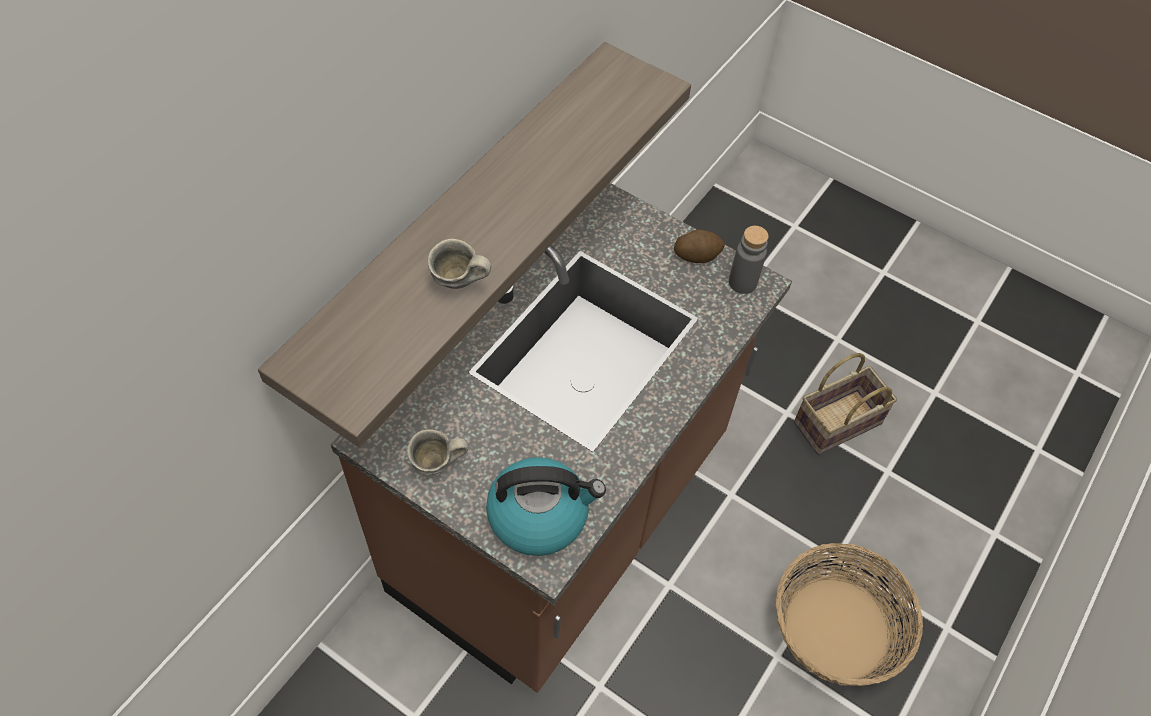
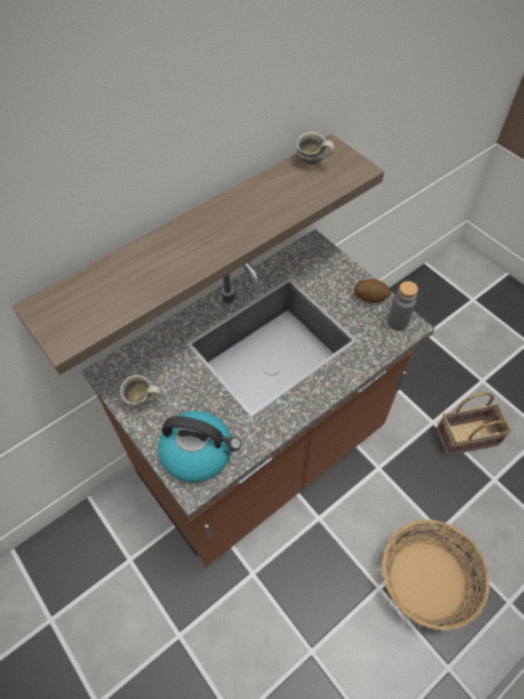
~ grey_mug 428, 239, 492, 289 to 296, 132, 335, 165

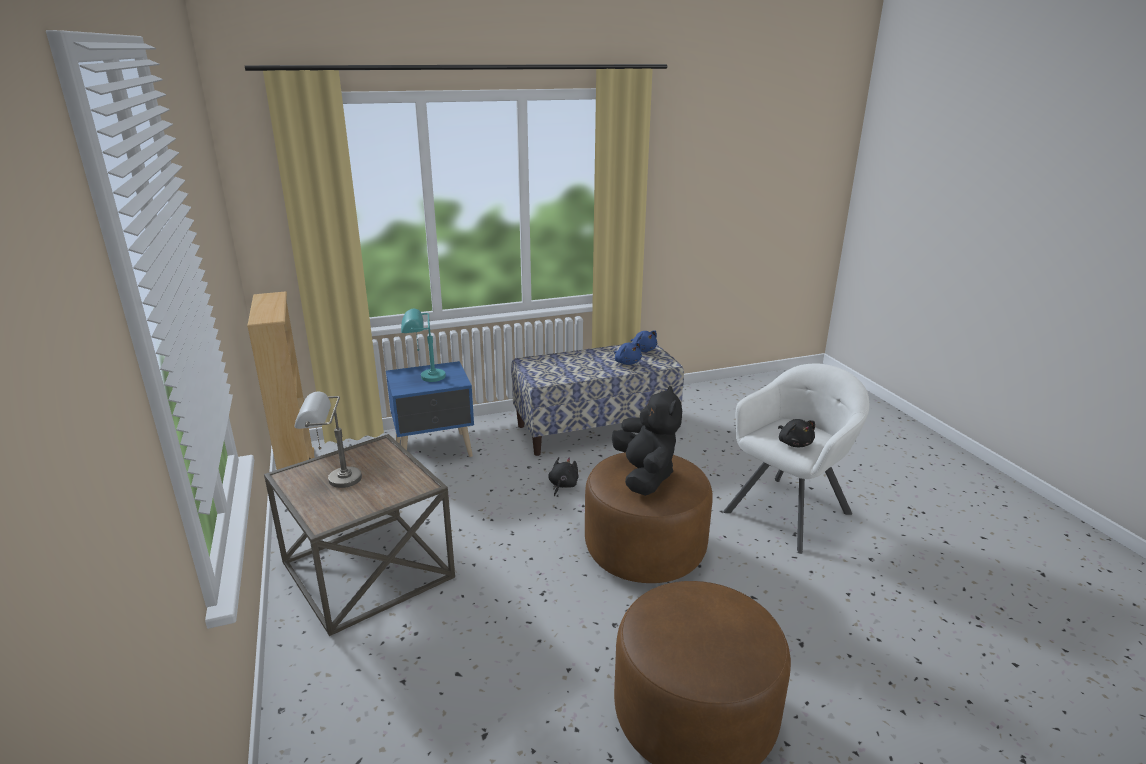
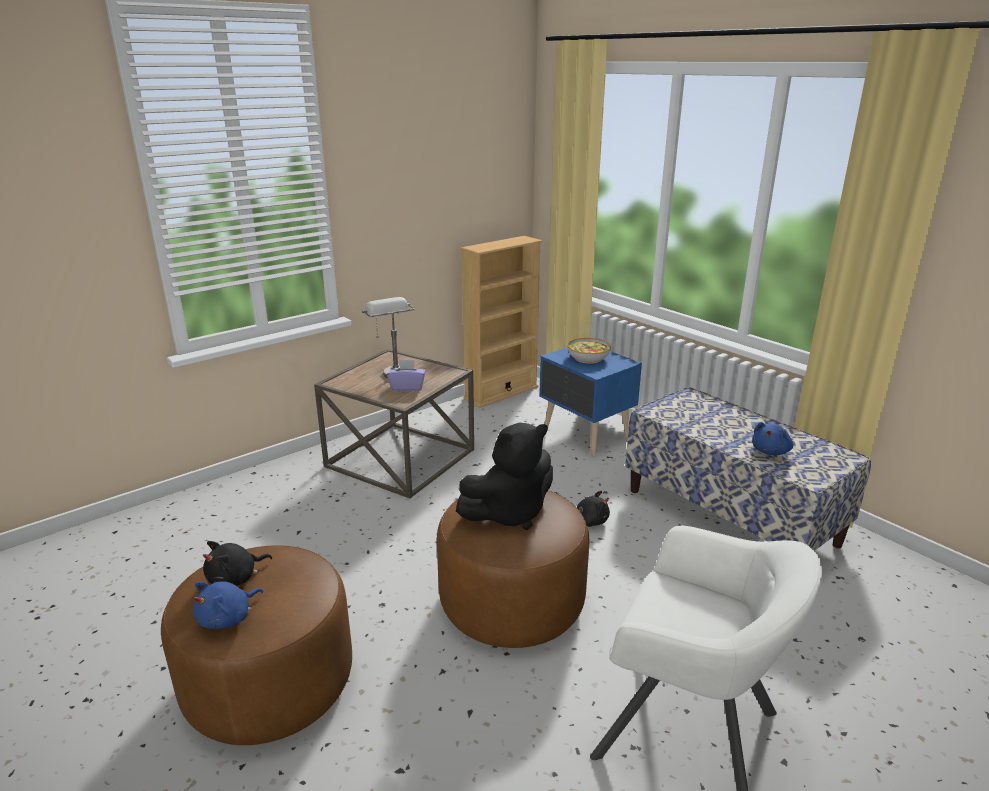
~ turquoise_table_lamp 401, 309, 446, 382 to bowl 567, 338, 611, 363
~ blue_plush_toy 631, 331, 657, 352 to 193, 581, 263, 629
~ black_plush_toy 778, 419, 815, 447 to 203, 541, 272, 586
+ purple_tissue_box 387, 360, 426, 391

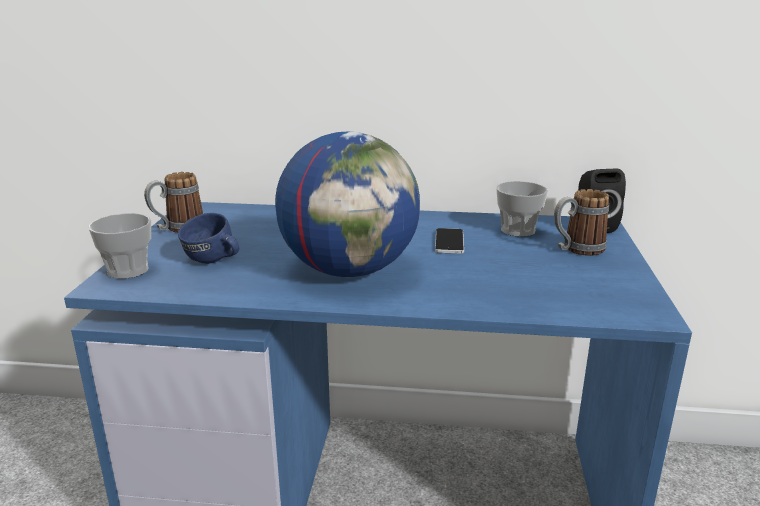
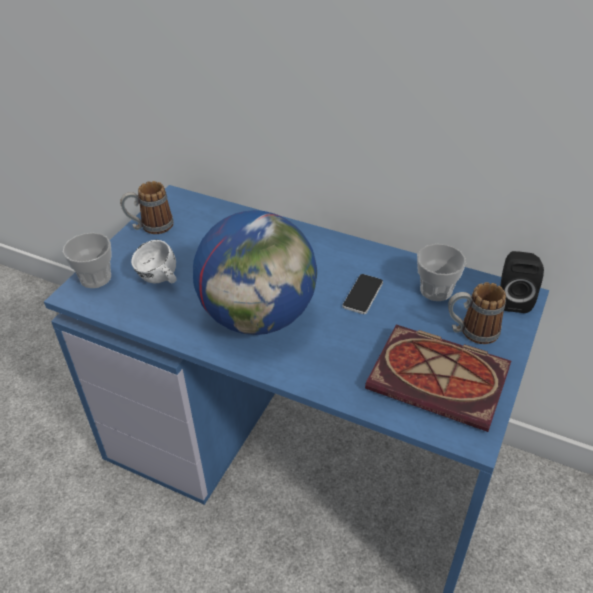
~ blue_mug 178, 213, 239, 264 to white_mug 131, 240, 177, 284
+ book 365, 324, 511, 432

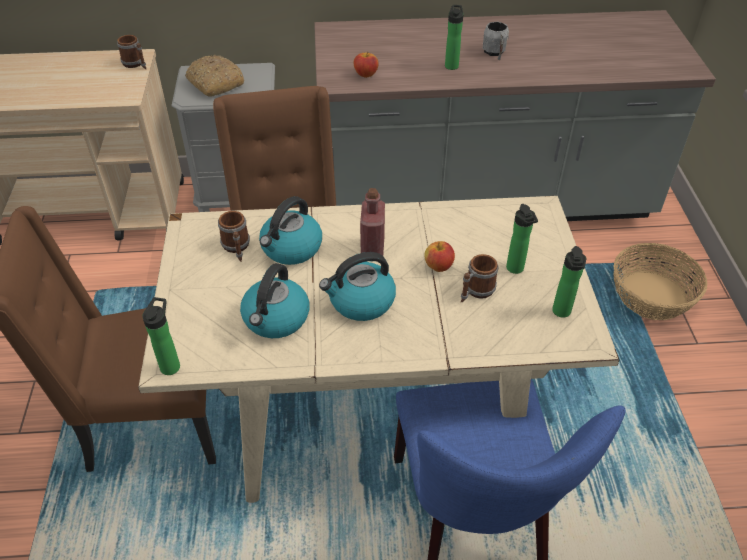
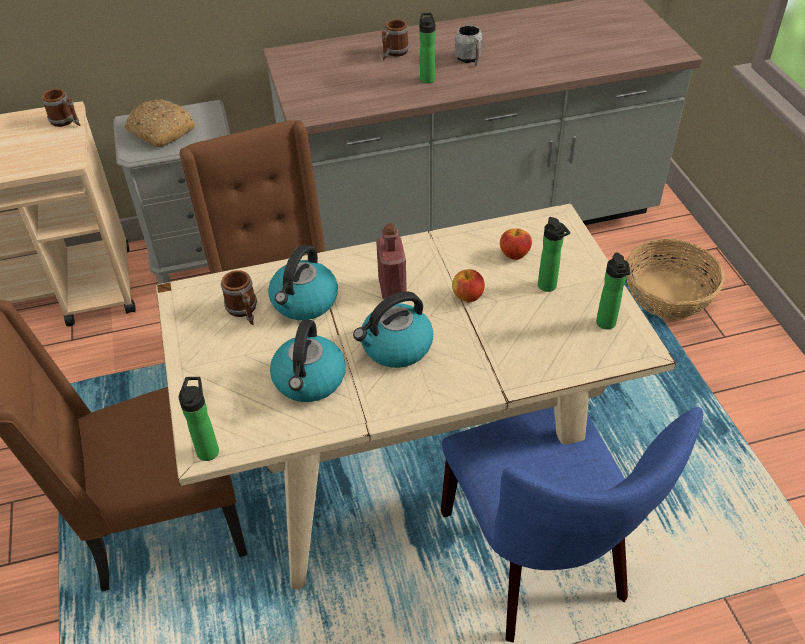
~ apple 354, 52, 379, 78 to 500, 228, 532, 260
~ mug 461, 254, 498, 302 to 382, 19, 409, 60

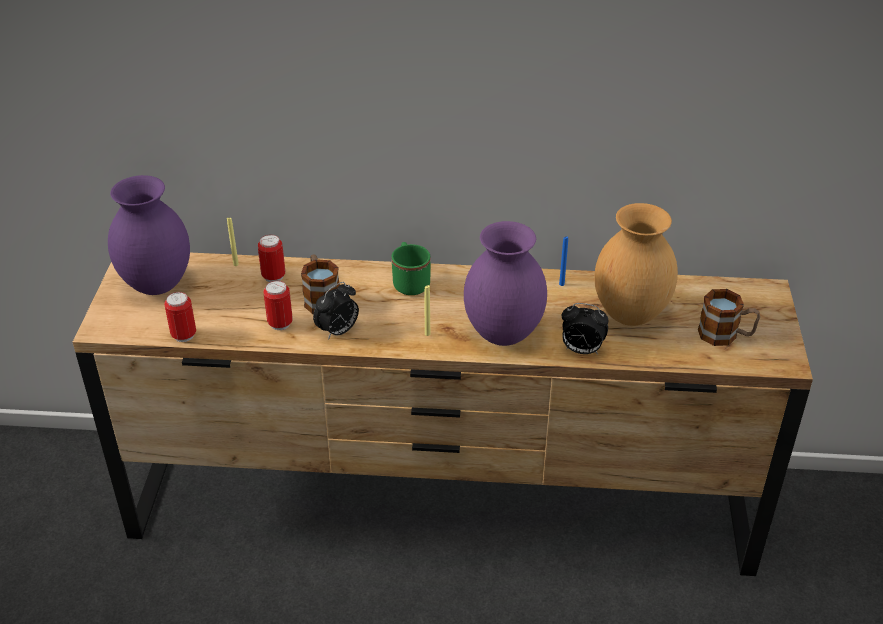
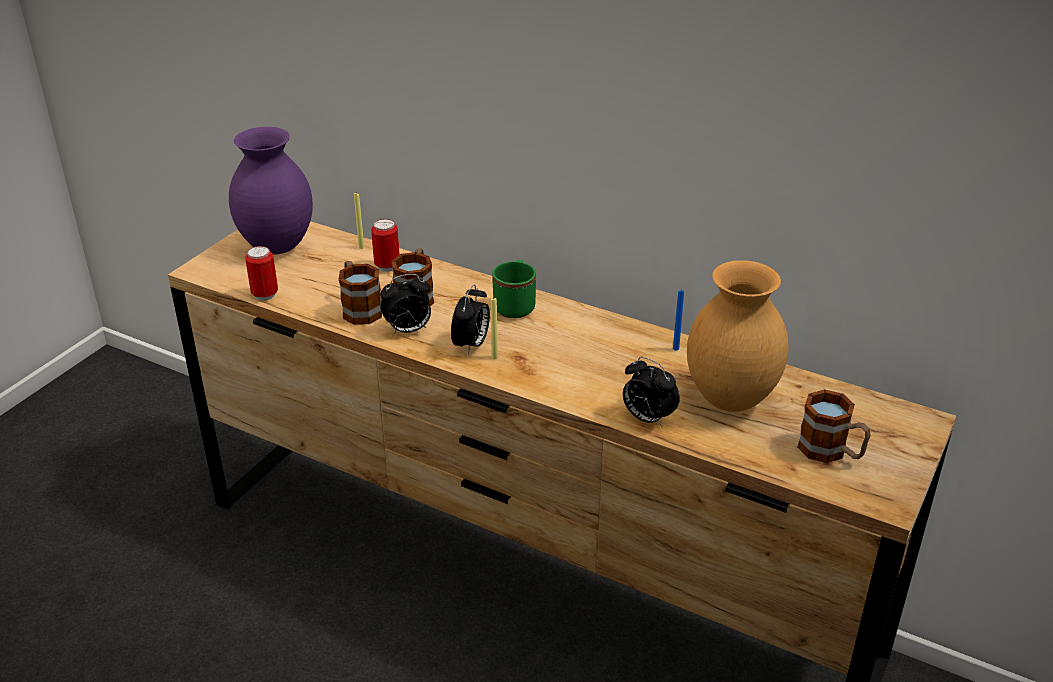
~ can 263, 280, 293, 330 to mug 339, 261, 382, 325
- purple_vase 464, 221, 547, 346
+ alarm_clock 451, 284, 490, 354

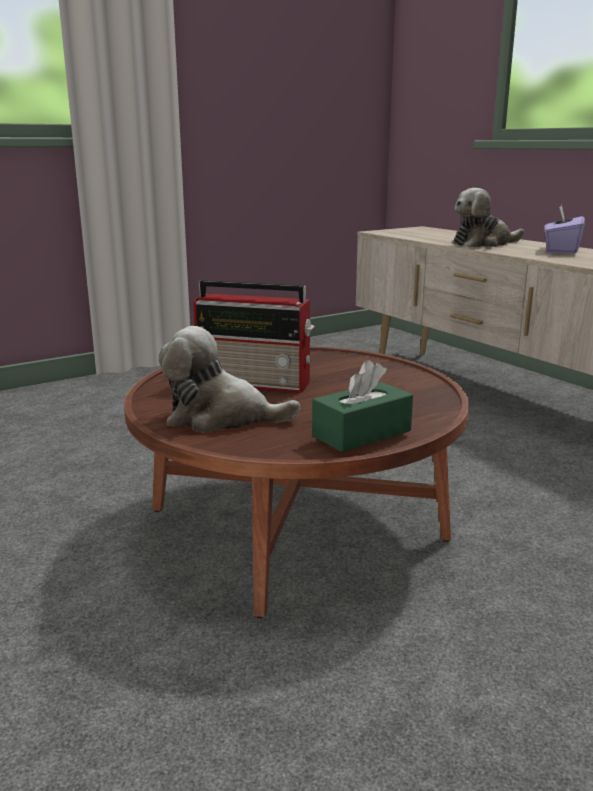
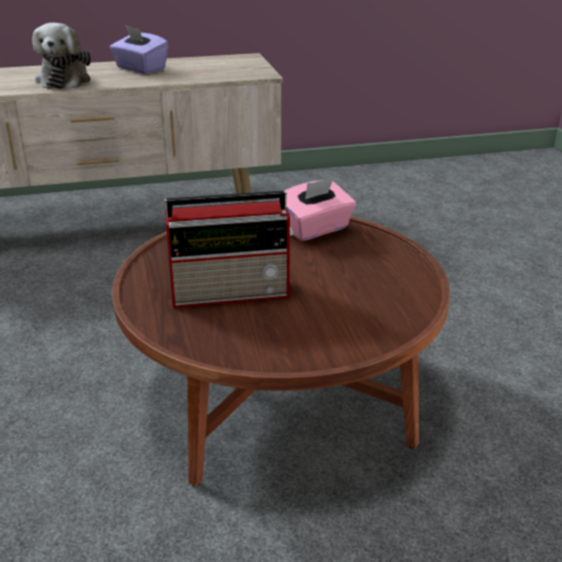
- plush_toy 159, 326, 300, 432
~ radio 193, 280, 315, 393 = 165, 191, 294, 308 45 degrees clockwise
- green_tissue_box 312, 360, 413, 452
+ pink_tissue_box 275, 178, 356, 241

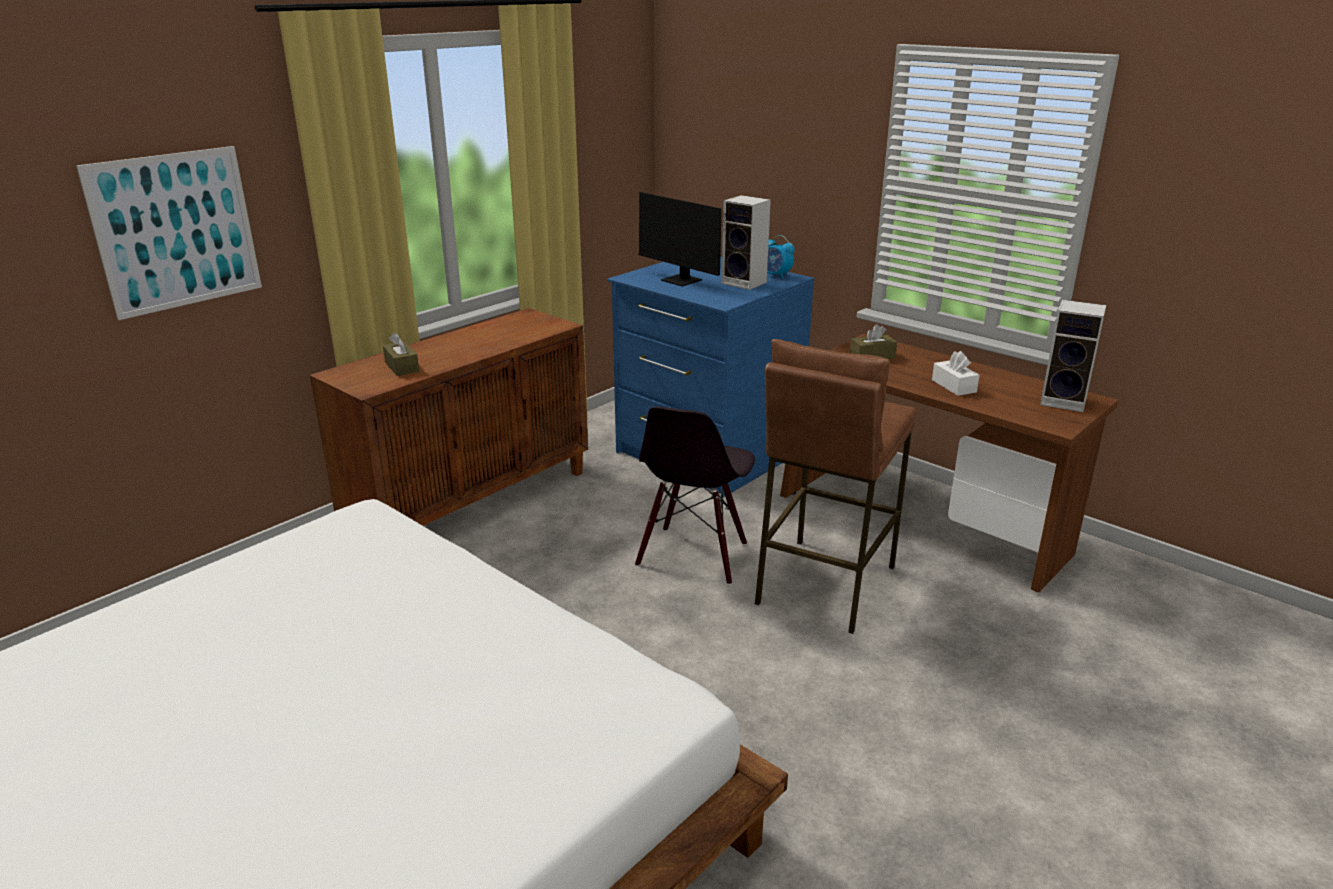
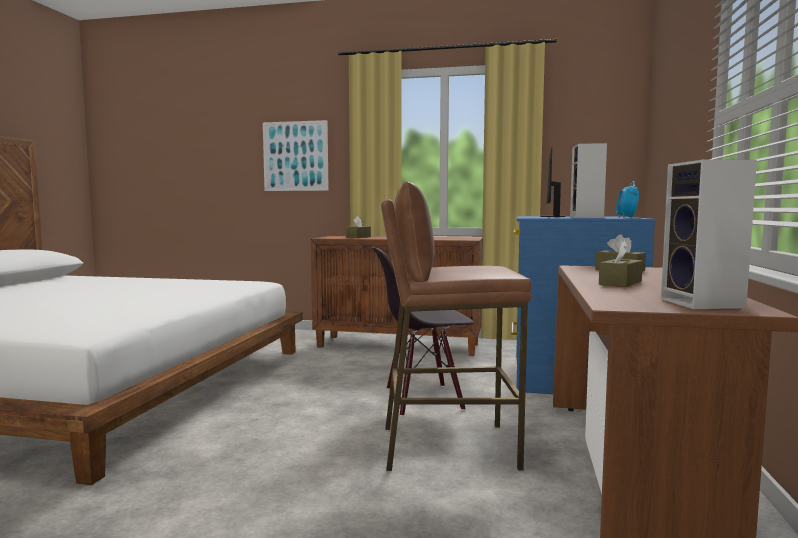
~ white_tissue_box 932, 351, 980, 396 to brown_tissue_box 599, 240, 643, 287

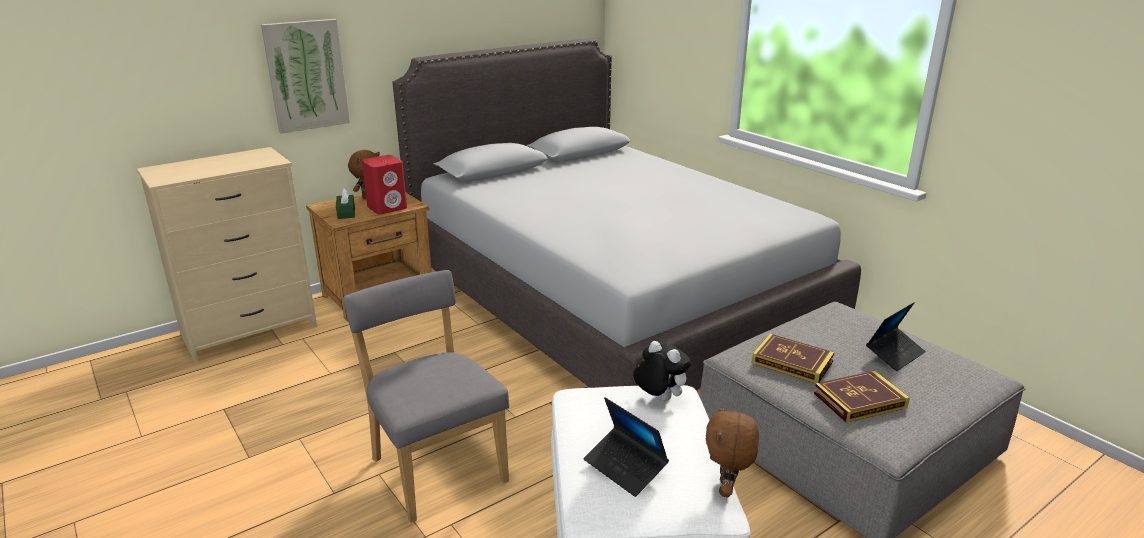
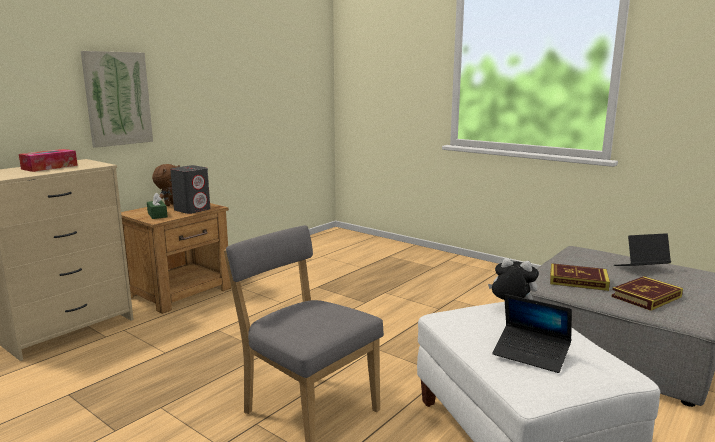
~ red_speaker 362, 155, 407, 214 to grey_speaker 170, 165, 210, 214
- grey_bed 393, 38, 861, 390
- brown_plush_toy 706, 405, 759, 497
~ laptop 866, 302, 926, 371 = 614, 233, 671, 266 135 degrees counterclockwise
+ tissue_box 19, 149, 78, 172

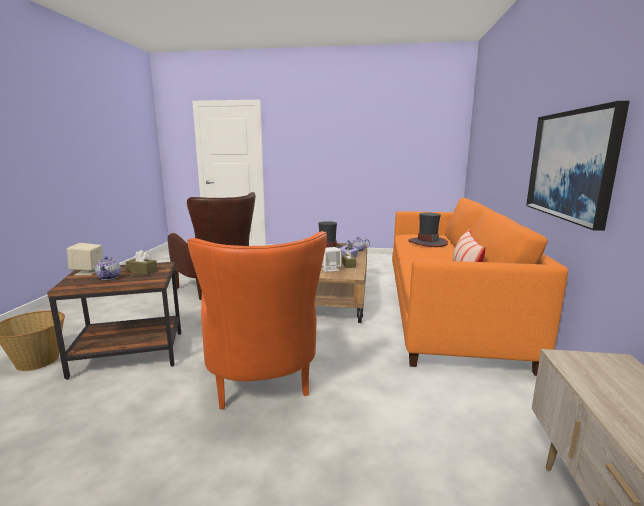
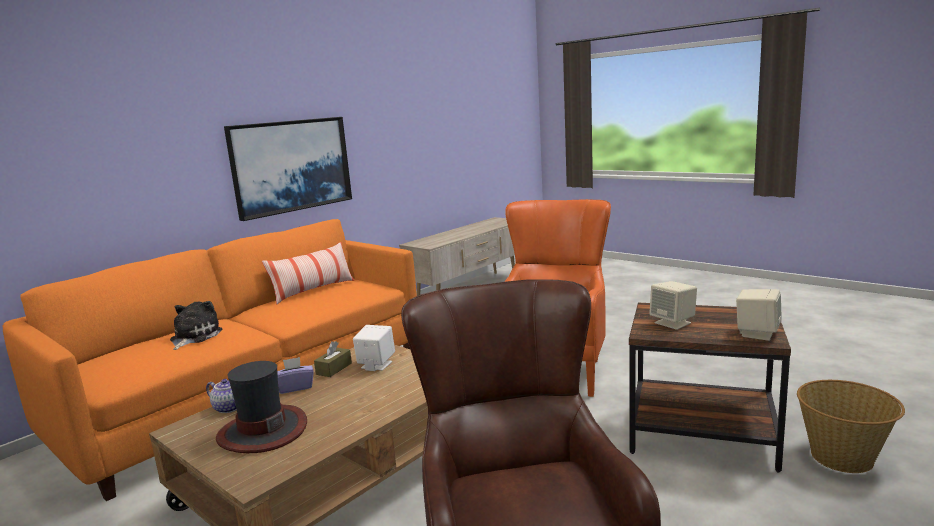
- teapot 95, 256, 121, 280
~ brown_tissue_box 126, 250, 157, 275 to beige_speaker 649, 281, 697, 330
~ hat 408, 213, 448, 247 to plush_toy 170, 301, 223, 350

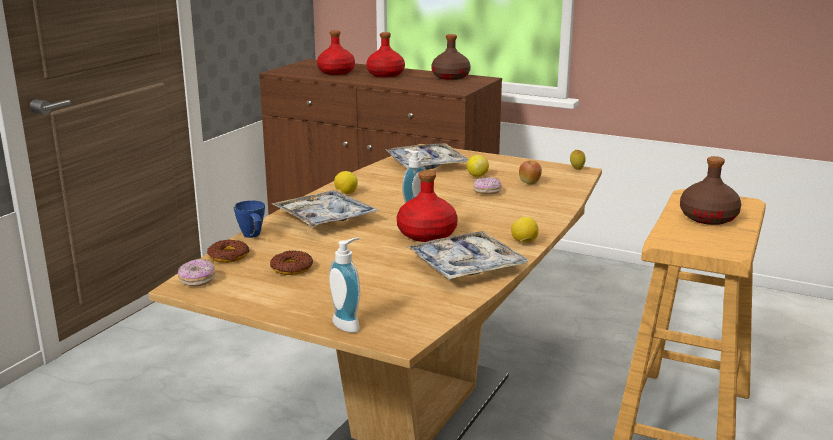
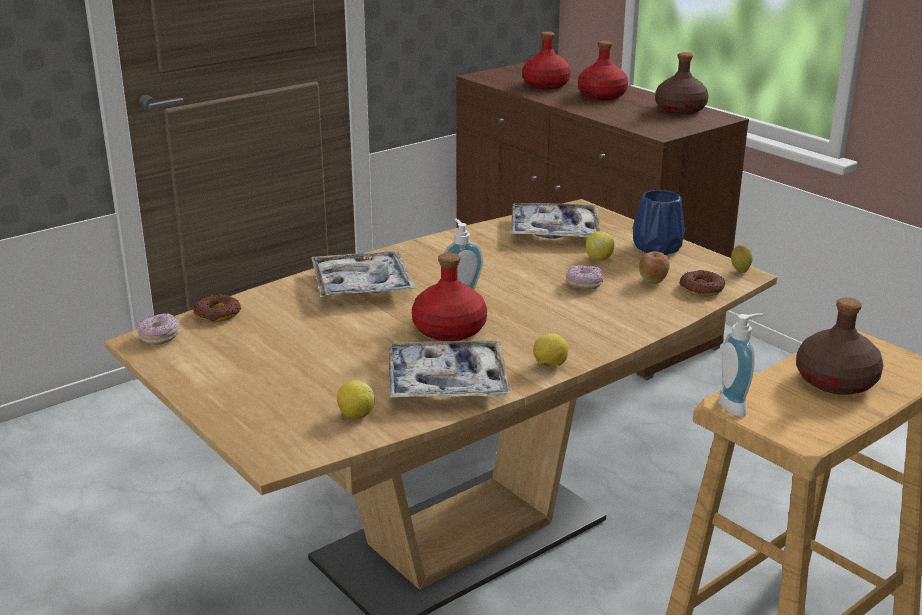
- blue_mug 233, 200, 265, 238
~ donut 270, 251, 313, 275 to 679, 270, 725, 296
~ soap_dispenser 329, 238, 360, 333 to 719, 313, 764, 417
~ lemon 334, 171, 358, 194 to 337, 380, 375, 418
+ blue_vase 633, 190, 685, 255

